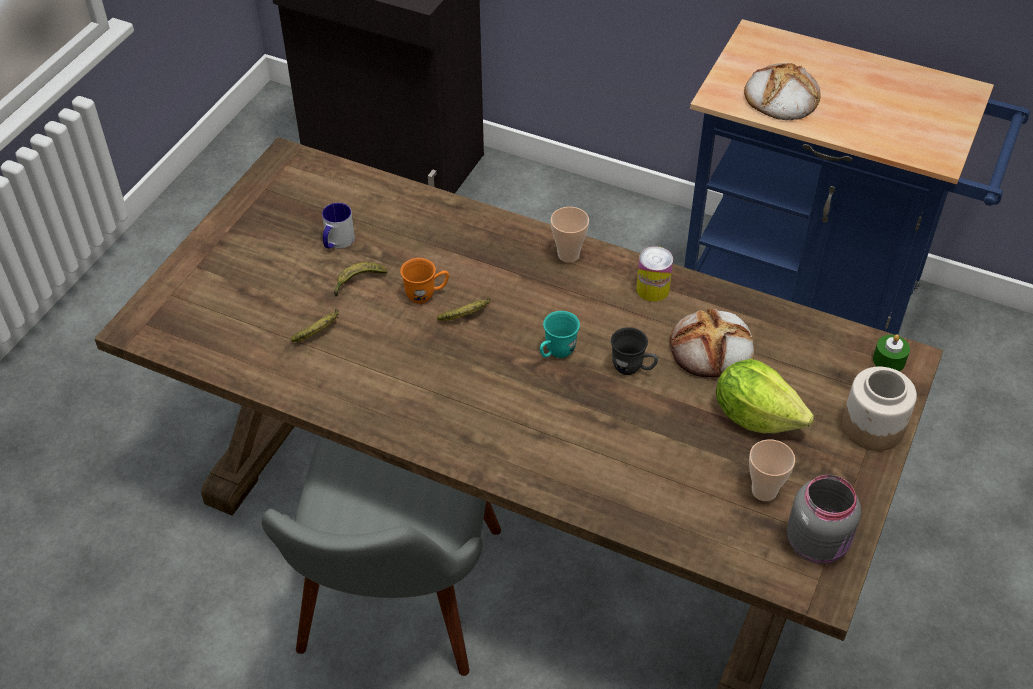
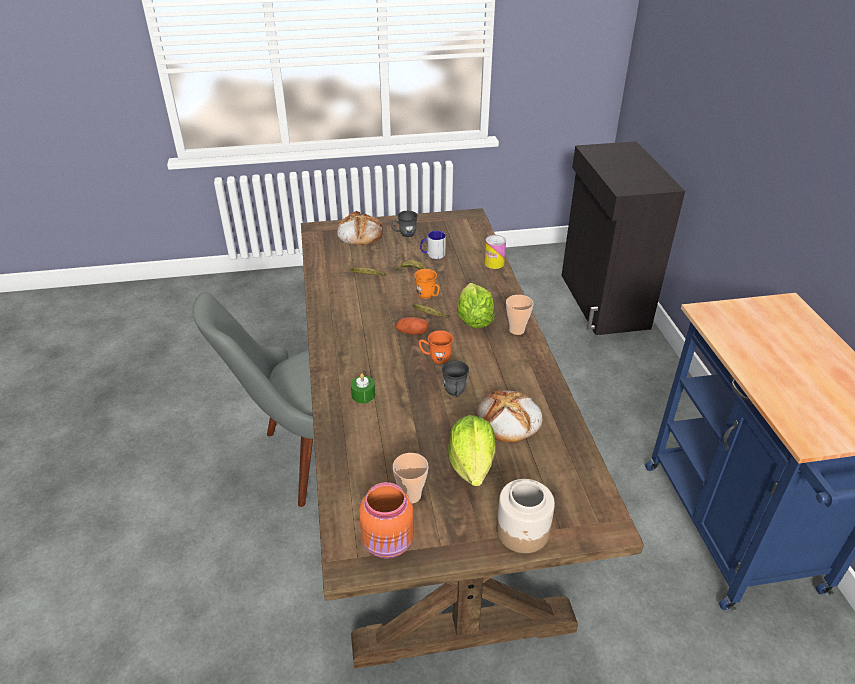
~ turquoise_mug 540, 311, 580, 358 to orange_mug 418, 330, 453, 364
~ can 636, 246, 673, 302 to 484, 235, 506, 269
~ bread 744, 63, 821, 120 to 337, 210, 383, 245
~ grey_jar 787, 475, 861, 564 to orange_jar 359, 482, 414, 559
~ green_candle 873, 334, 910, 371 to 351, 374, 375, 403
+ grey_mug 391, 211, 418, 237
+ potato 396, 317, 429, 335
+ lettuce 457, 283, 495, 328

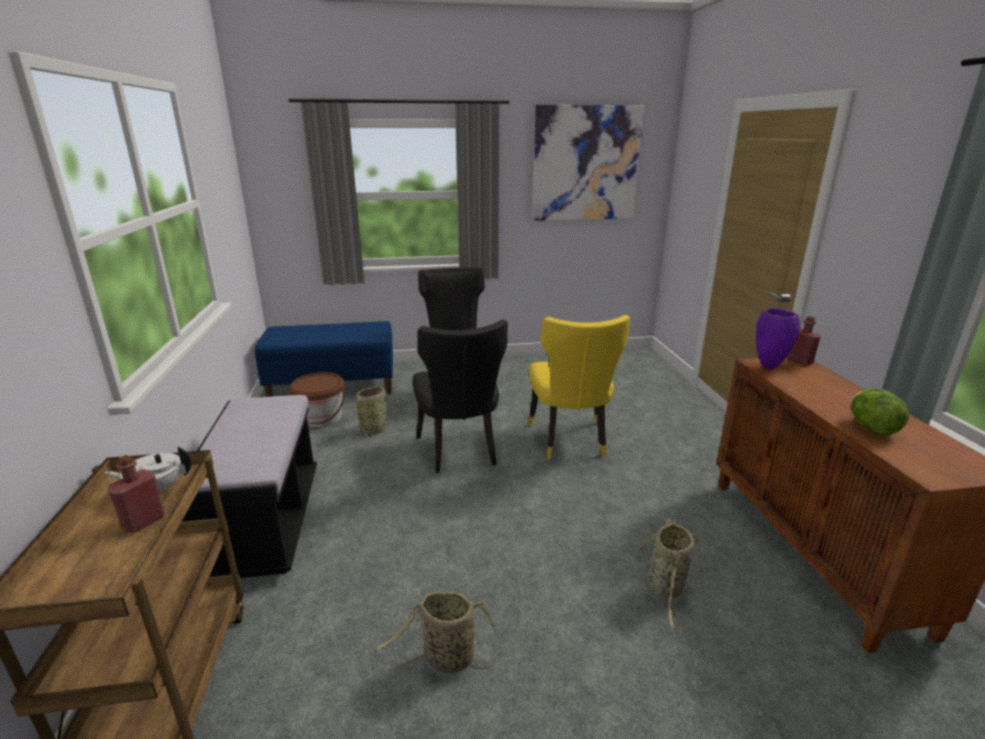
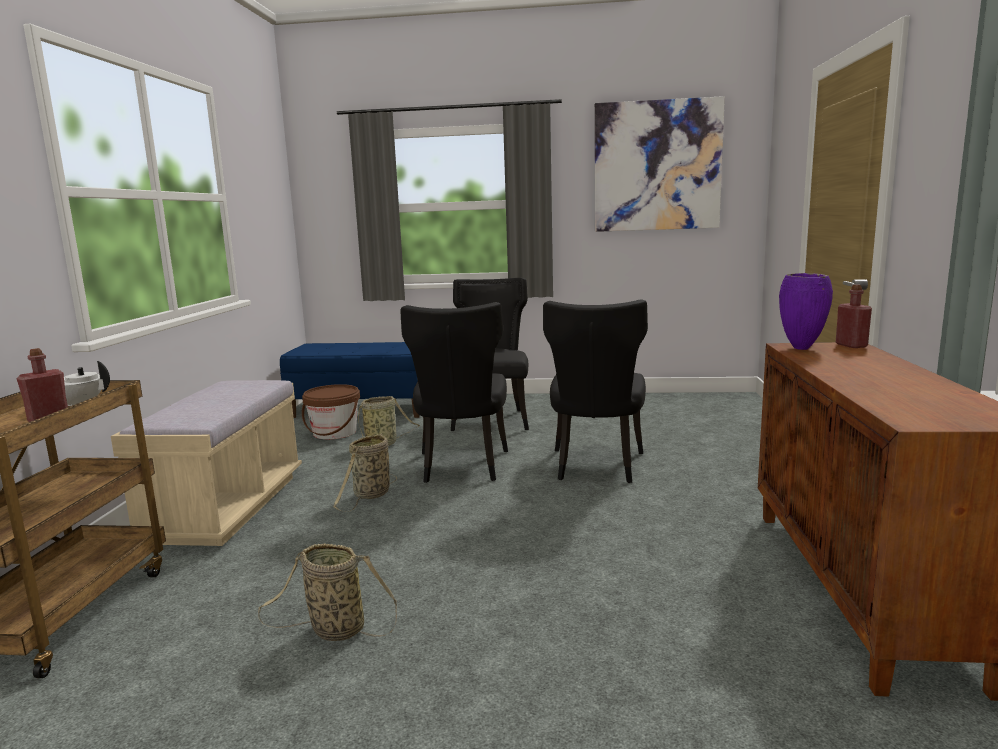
~ black_bench 182, 395, 317, 578 to beige_bench 111, 380, 302, 546
~ yellow_chair 528, 315, 630, 459 to black_chair 543, 299, 648, 483
~ basket 638, 518, 695, 634 to 333, 433, 397, 512
- lettuce 852, 388, 909, 436

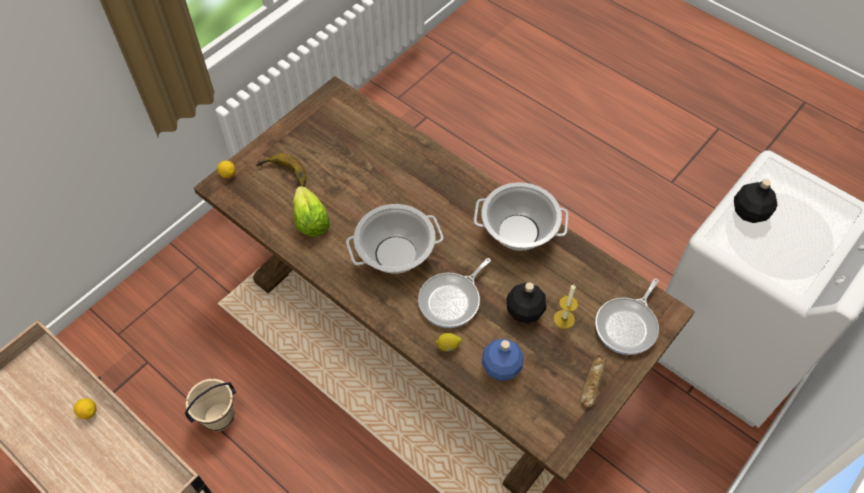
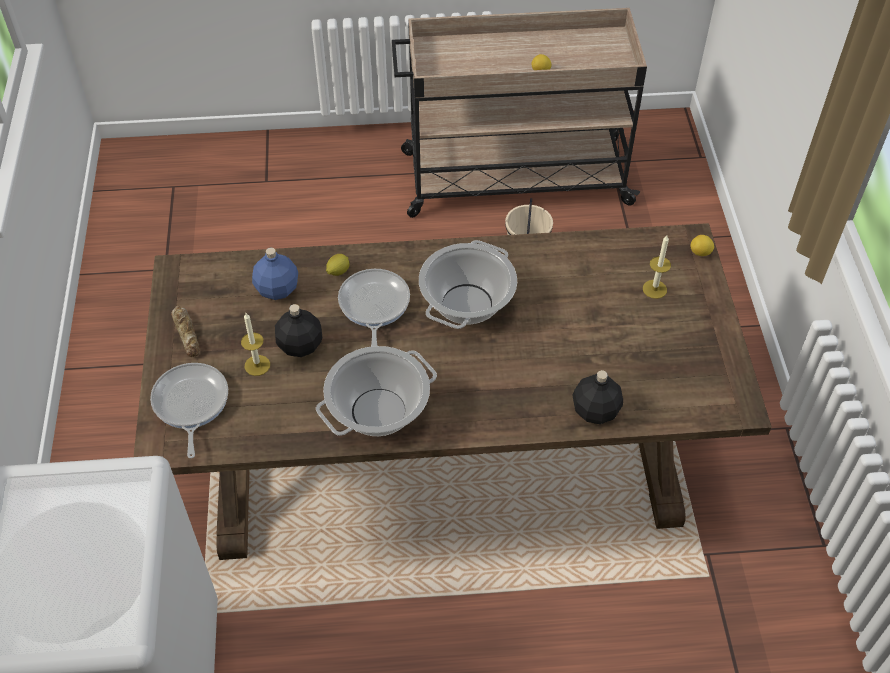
~ banana 256, 153, 306, 187 to candle 643, 235, 671, 299
- lettuce 293, 186, 330, 237
~ black_bottle 734, 179, 778, 223 to 572, 370, 623, 424

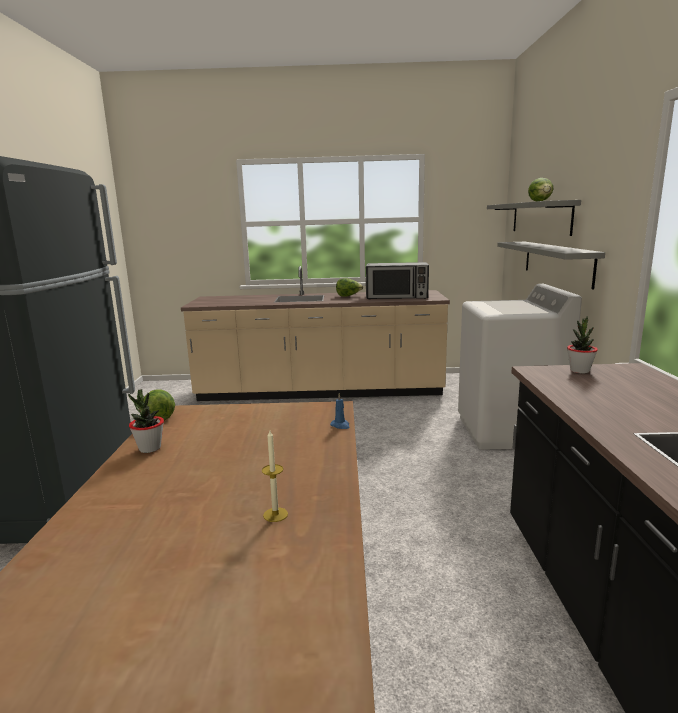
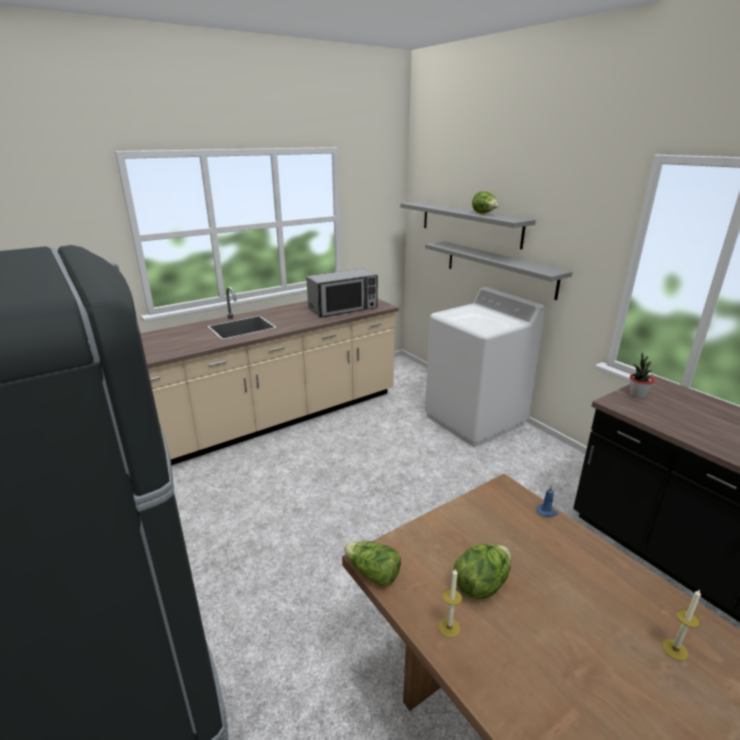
~ potted_plant 128, 389, 164, 453 to candle 438, 568, 462, 638
~ lettuce 336, 278, 363, 297 to 454, 544, 511, 599

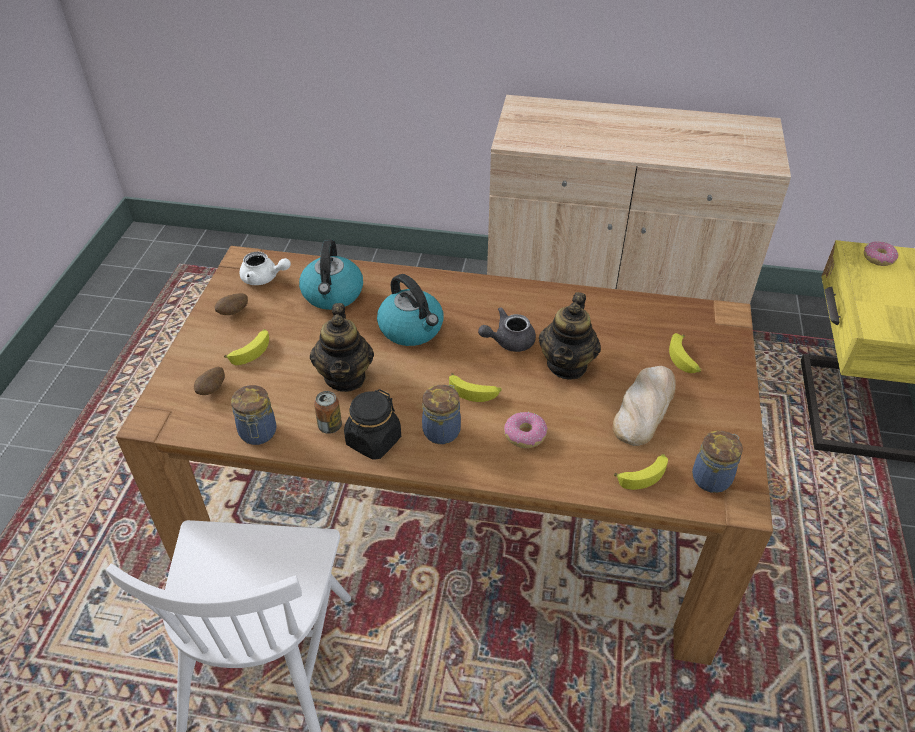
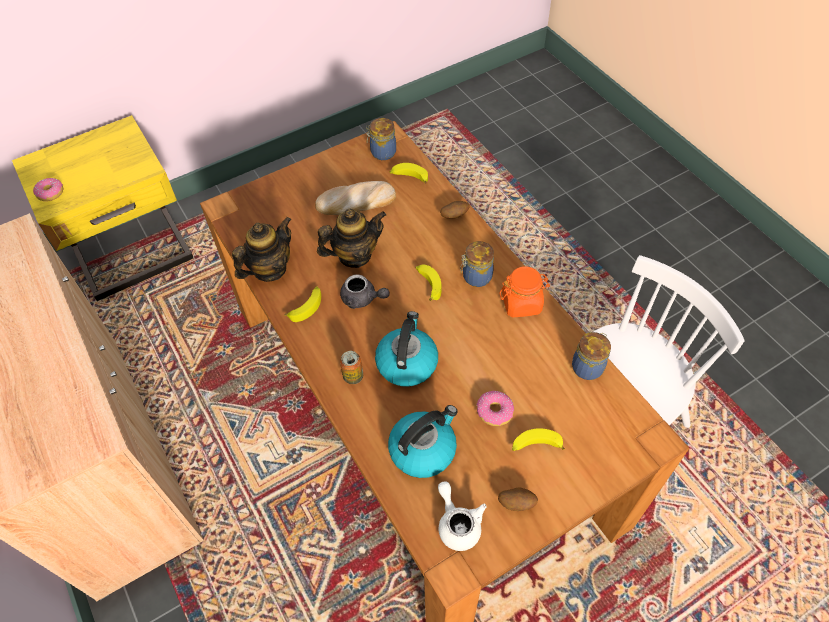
~ potato 194, 367, 225, 395 to 440, 201, 470, 219
~ teapot 310, 303, 374, 392 to 232, 217, 291, 282
~ can 314, 391, 342, 434 to 340, 351, 363, 384
~ black_jar 344, 389, 401, 460 to orange_jar 500, 266, 550, 318
~ donut 504, 412, 548, 448 to 477, 391, 514, 426
~ banana 669, 333, 701, 373 to 285, 286, 321, 322

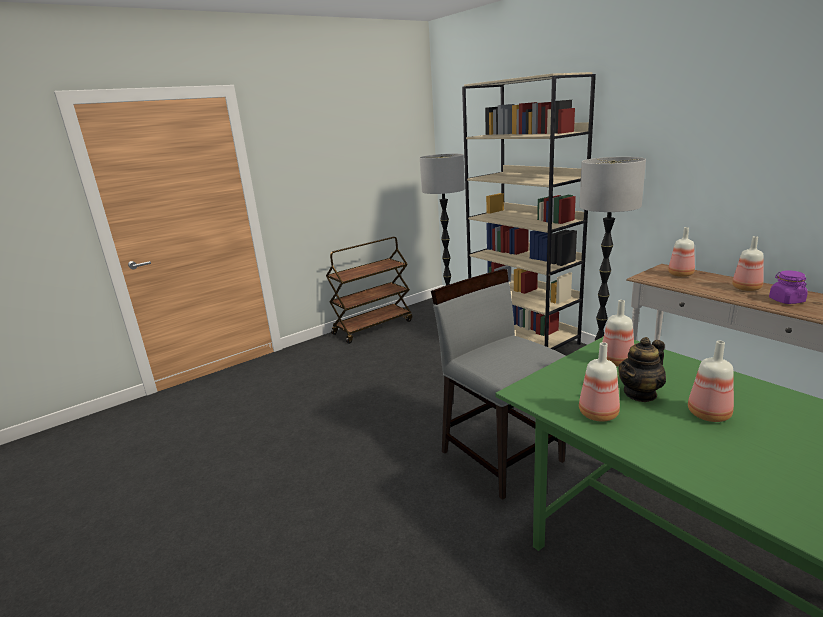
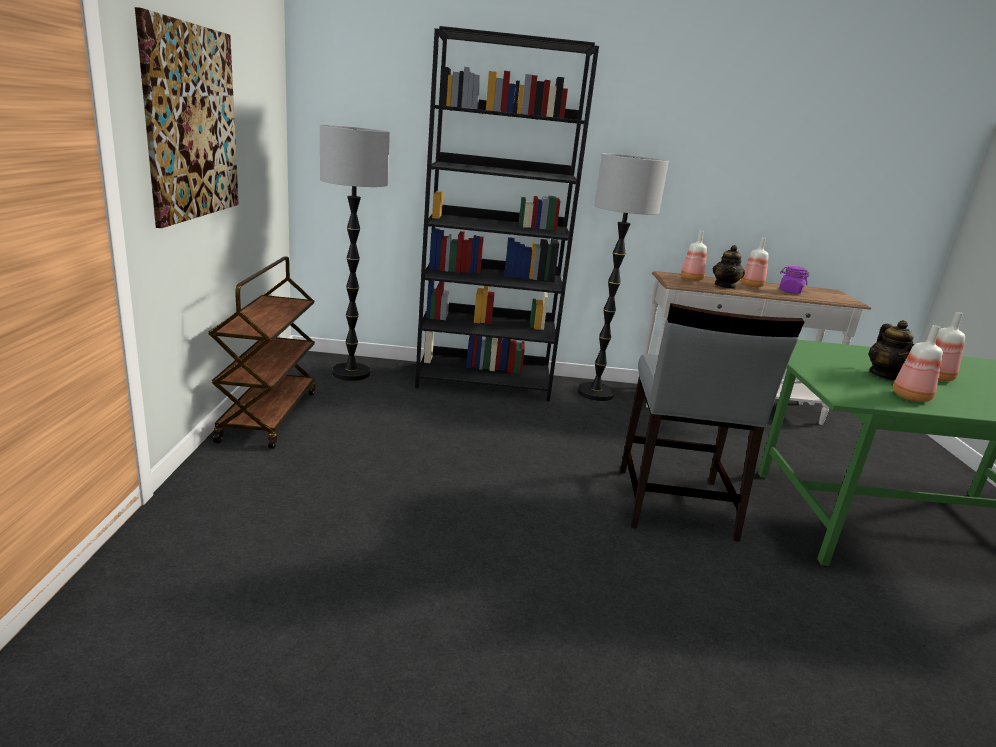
~ grey_chair 431, 269, 566, 500 = 620, 303, 804, 542 90 degrees counterclockwise
~ beige_bookcase 462, 72, 596, 350 to black_bookcase 415, 26, 599, 401
- bottle 602, 300, 634, 367
+ picture 135, 7, 239, 228
+ teapot 713, 245, 745, 289

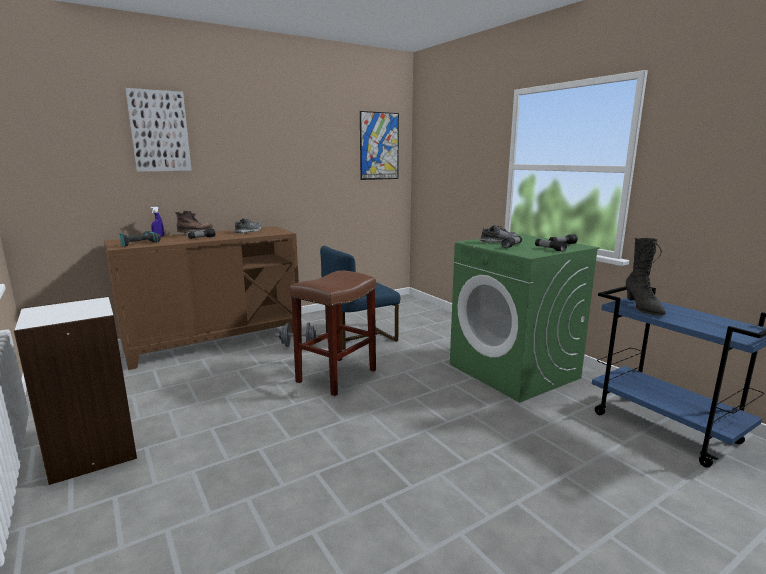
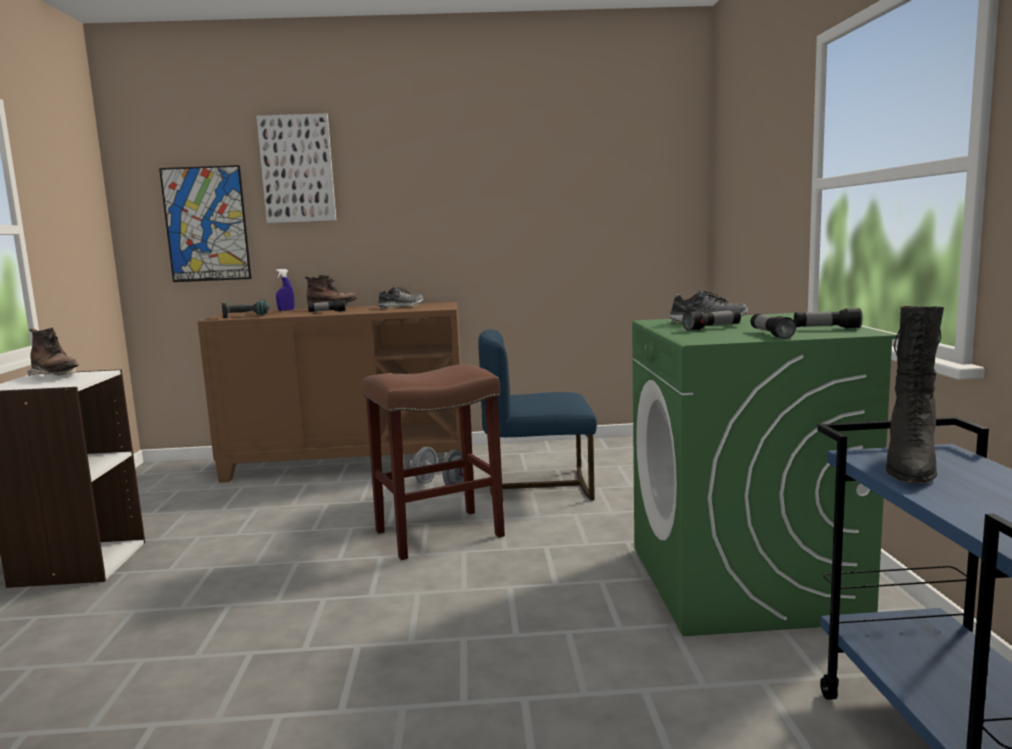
~ picture 360, 111, 399, 180 to 159, 165, 252, 282
+ brown_boot 27, 327, 78, 376

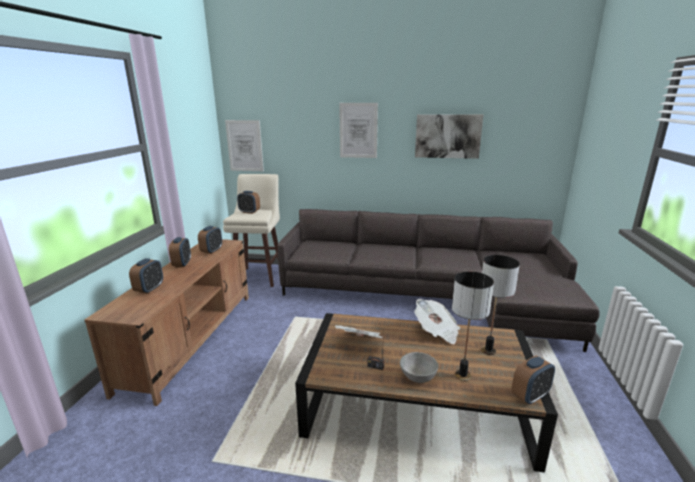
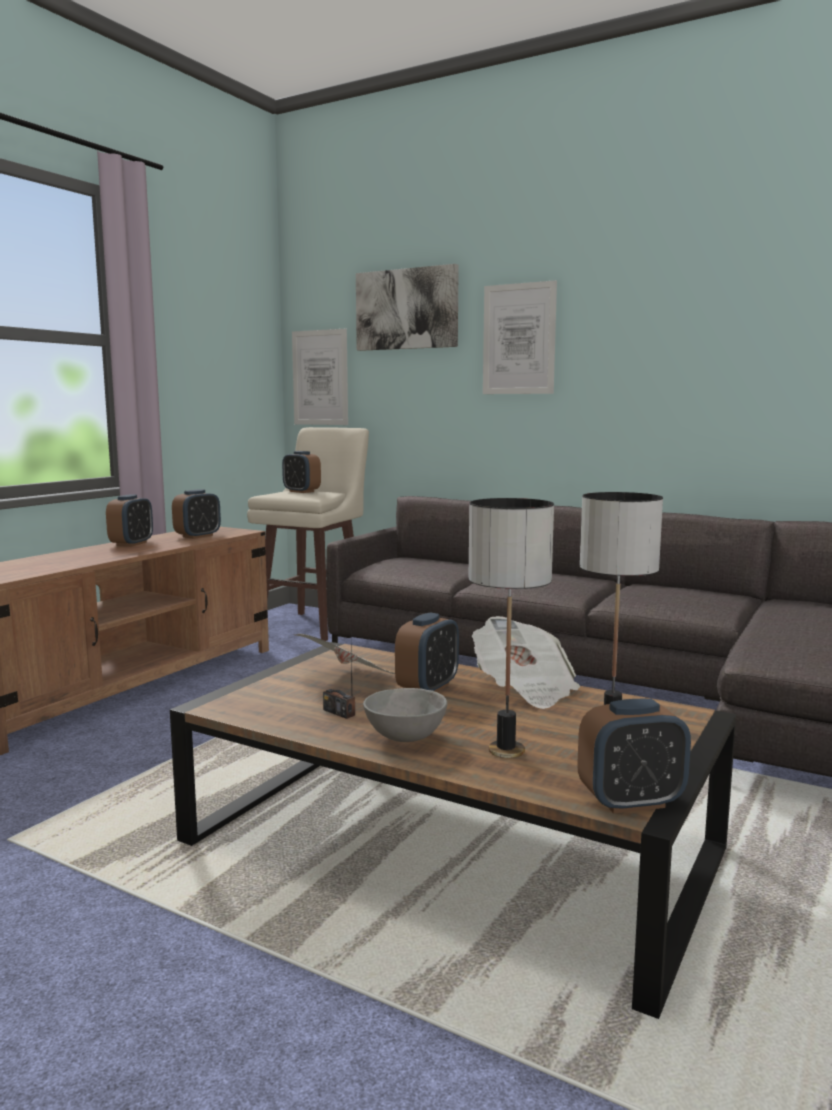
~ alarm_clock 129, 258, 163, 294 to 395, 612, 459, 692
~ picture 415, 114, 483, 159 to 356, 264, 459, 351

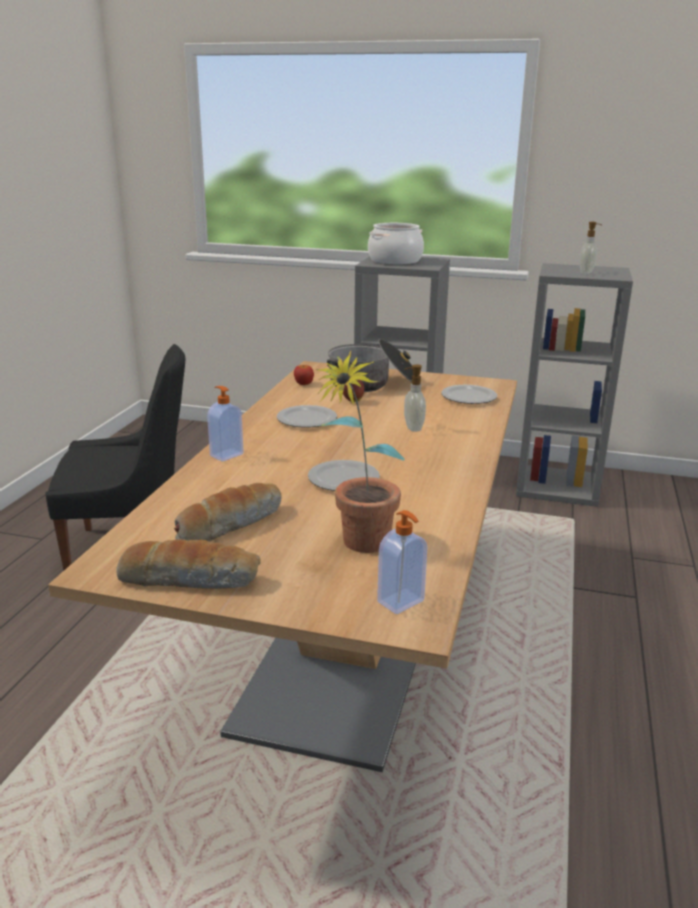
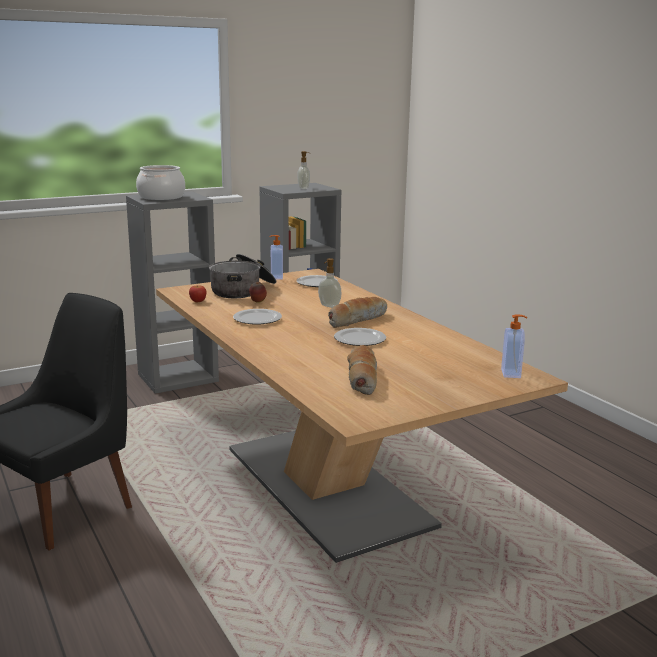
~ bread 116, 540, 261, 589 to 328, 297, 387, 328
~ soap_dispenser 207, 386, 244, 461 to 269, 235, 283, 280
- potted_plant 316, 350, 405, 553

